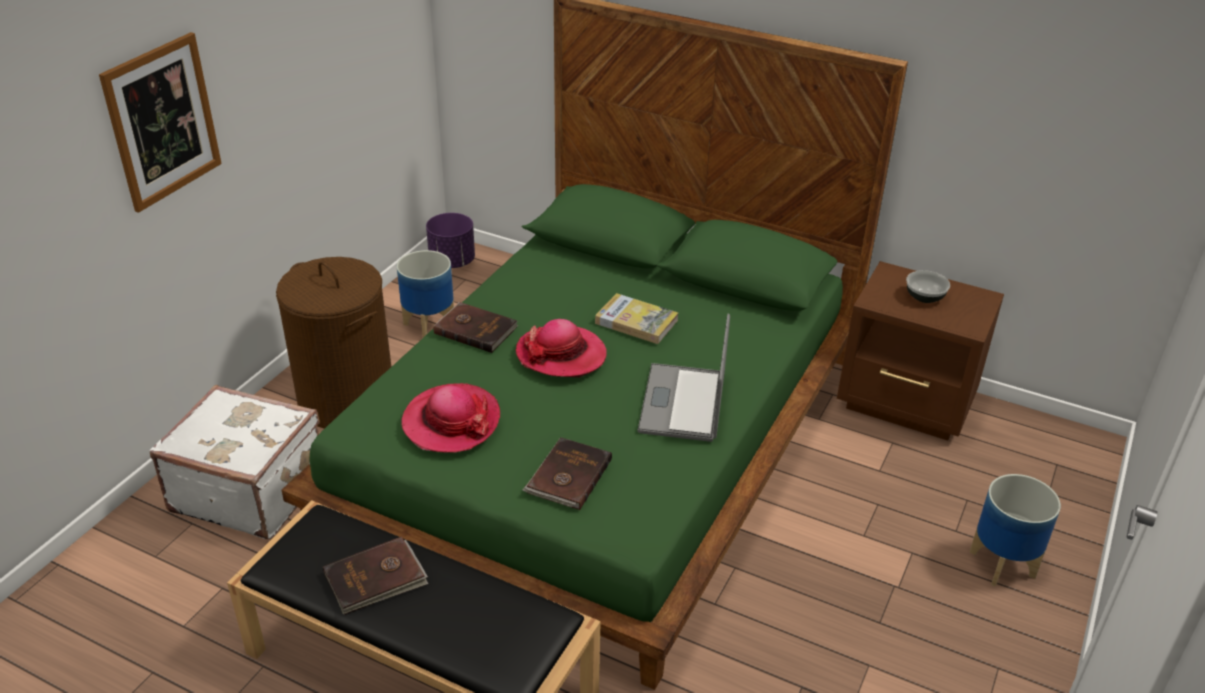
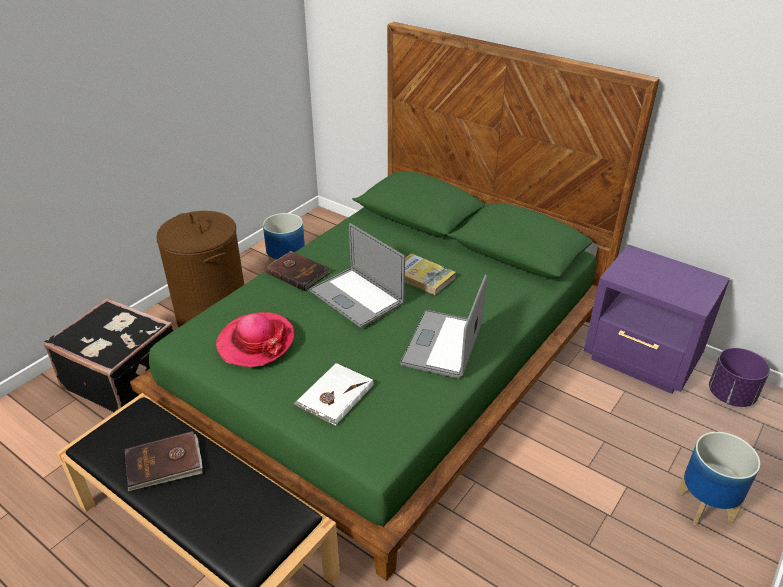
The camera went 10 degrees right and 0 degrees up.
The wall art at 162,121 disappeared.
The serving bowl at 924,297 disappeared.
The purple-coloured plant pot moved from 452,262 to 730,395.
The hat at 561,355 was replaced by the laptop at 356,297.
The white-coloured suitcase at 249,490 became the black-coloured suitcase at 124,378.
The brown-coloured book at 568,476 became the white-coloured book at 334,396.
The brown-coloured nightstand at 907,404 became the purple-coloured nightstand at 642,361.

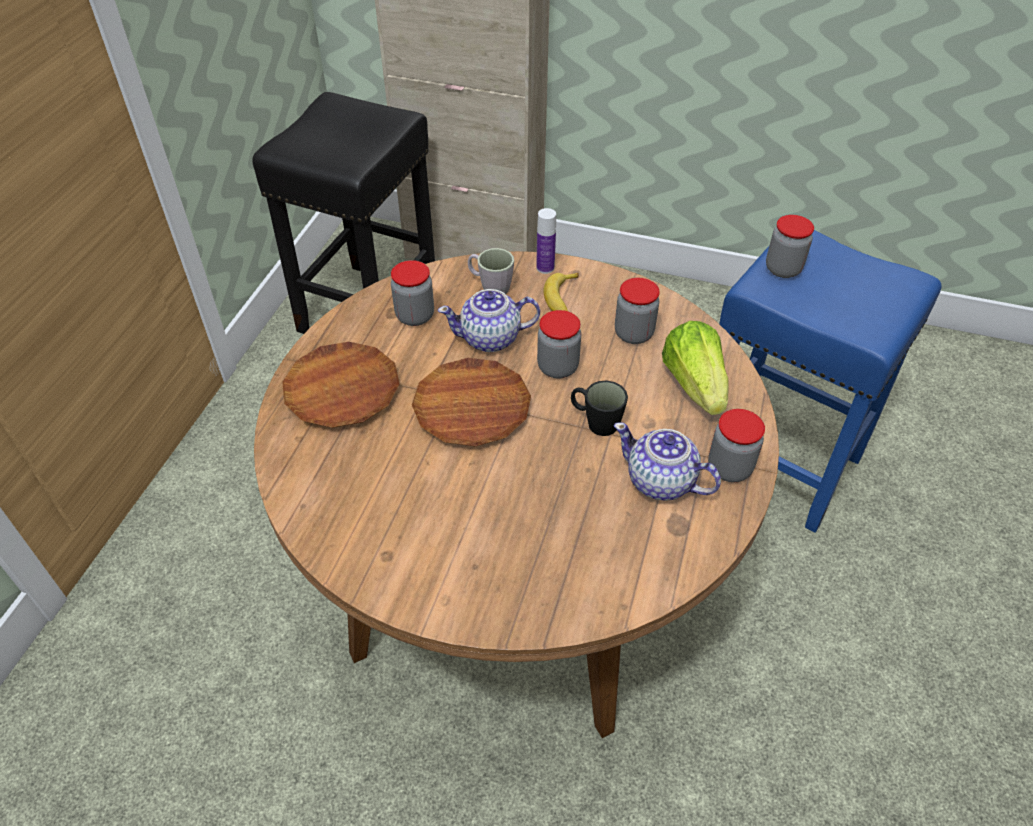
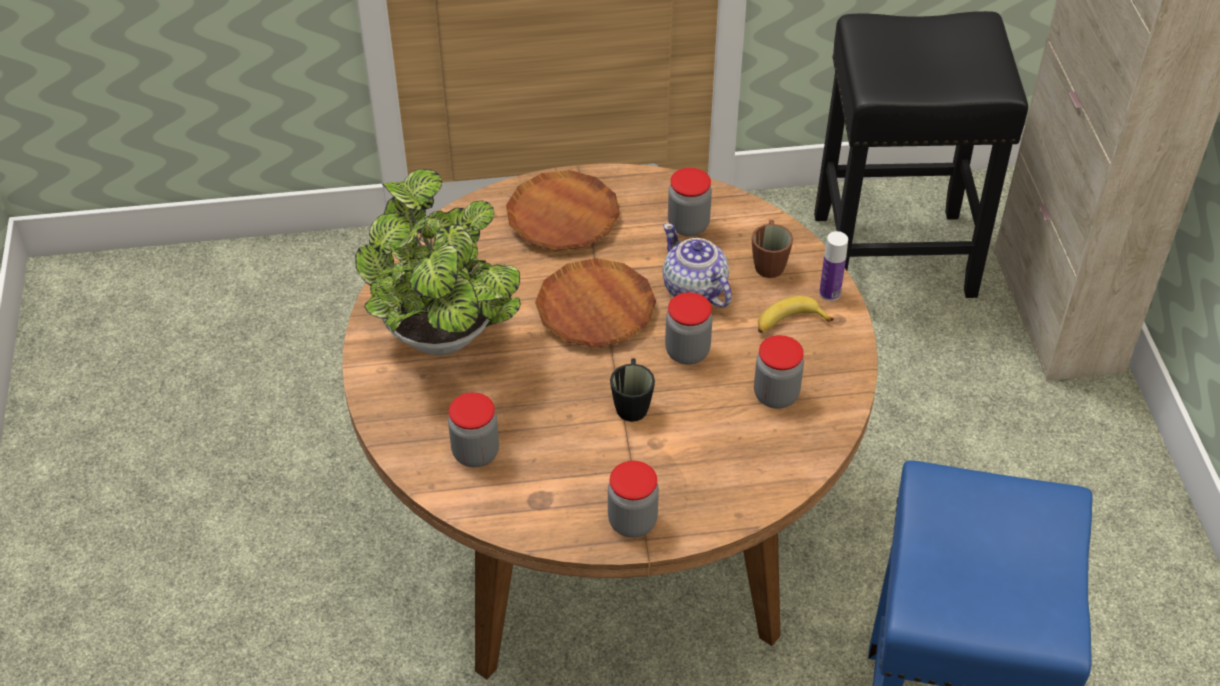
The camera went 65 degrees right and 0 degrees up.
The pot for tea at 661,482 disappeared.
The head of lettuce at 695,385 disappeared.
The plant in a pot at 444,340 appeared.
The storage jar moved from 783,269 to 475,453.
The grey mug at 490,286 became the brown-coloured mug at 769,262.

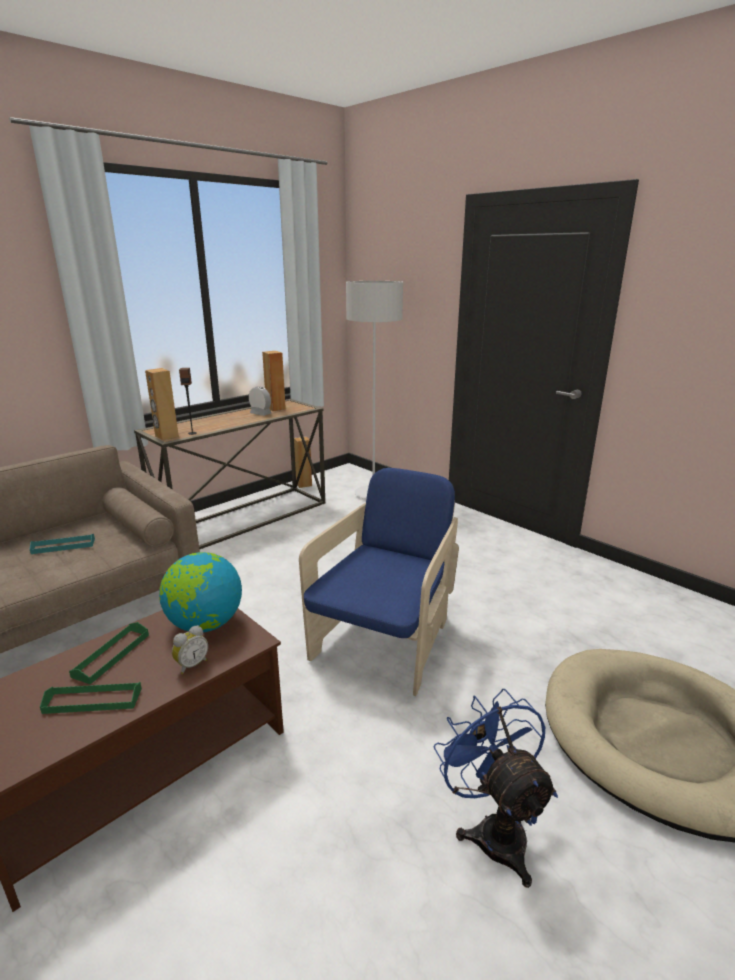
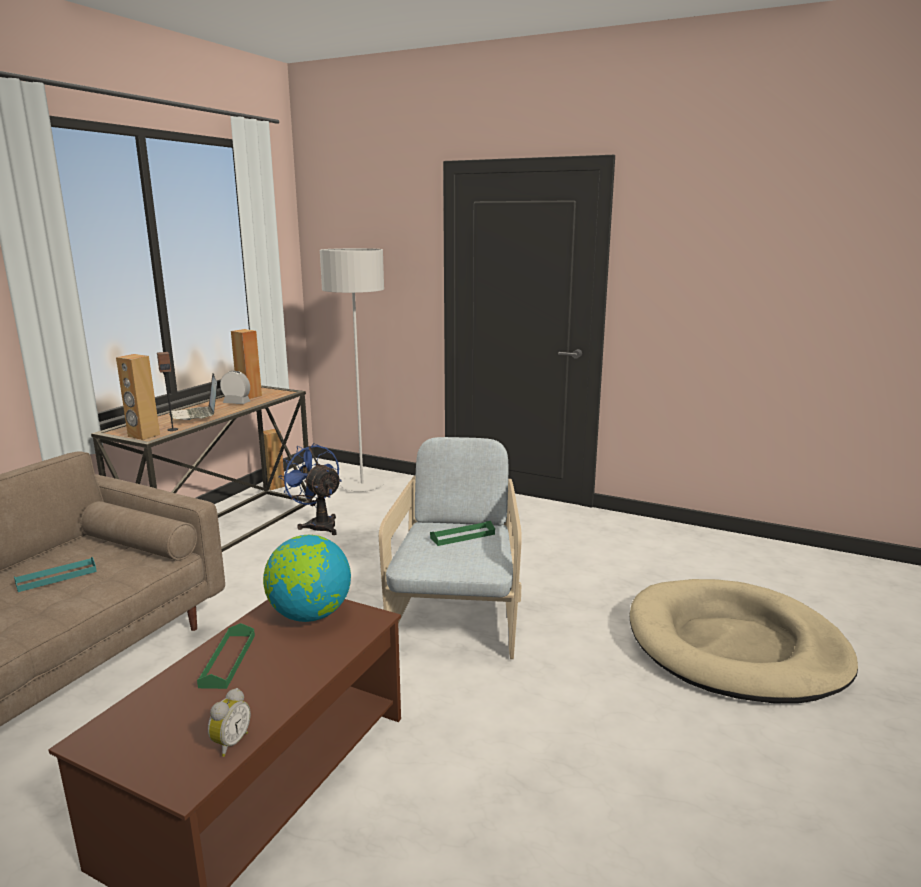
The camera went 20 degrees left and 5 degrees down.
The laptop at 196,415 appeared.
The green-coloured tray moved from 93,701 to 462,536.
The alarm clock moved from 191,665 to 230,743.
The blue fan moved from 493,830 to 318,524.
The blue easy chair at 385,642 became the sand-coloured easy chair at 456,620.

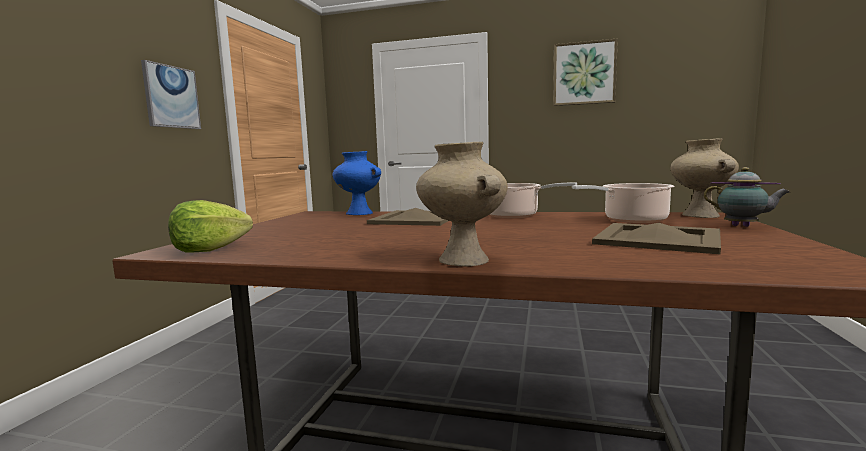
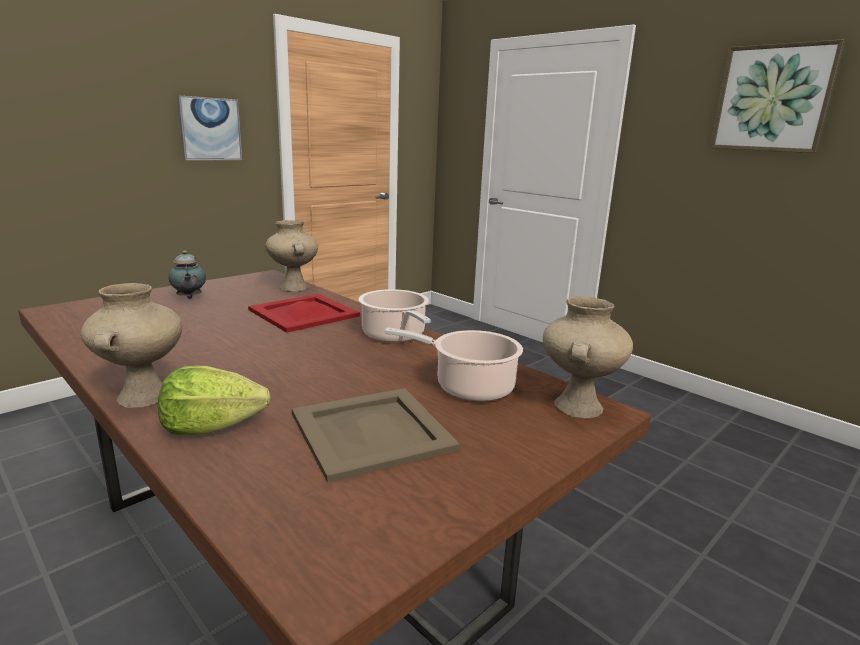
The camera went 30 degrees right and 10 degrees up.
The head of lettuce moved from 210,249 to 212,427.
The pot for tea moved from 743,226 to 189,298.
The blue decorative vase at 358,213 became the sand-coloured decorative vase at 293,287.
The sand-coloured tray at 415,219 became the red-coloured tray at 304,312.

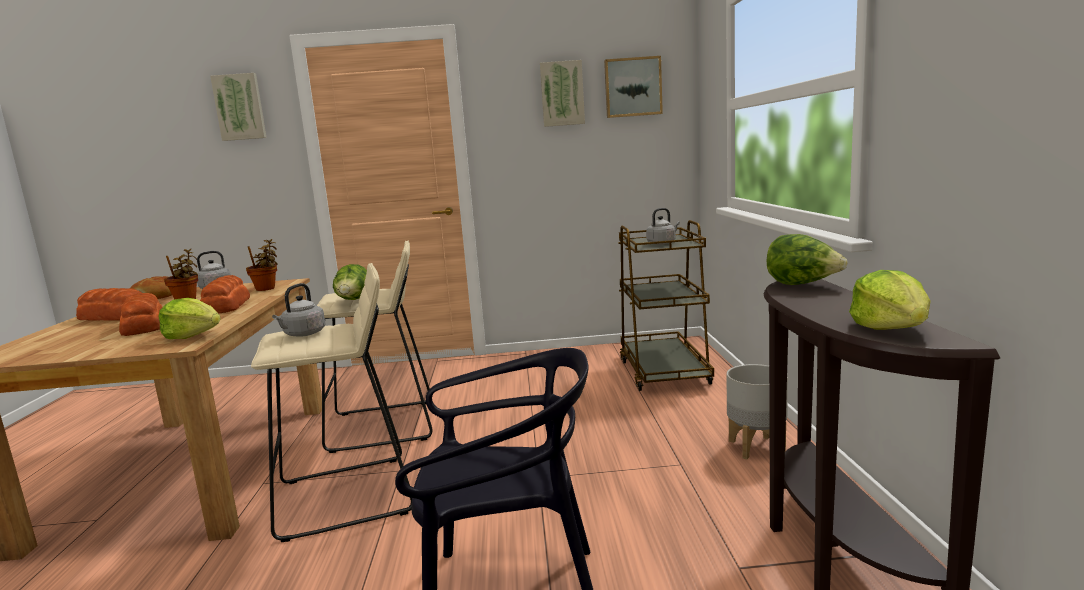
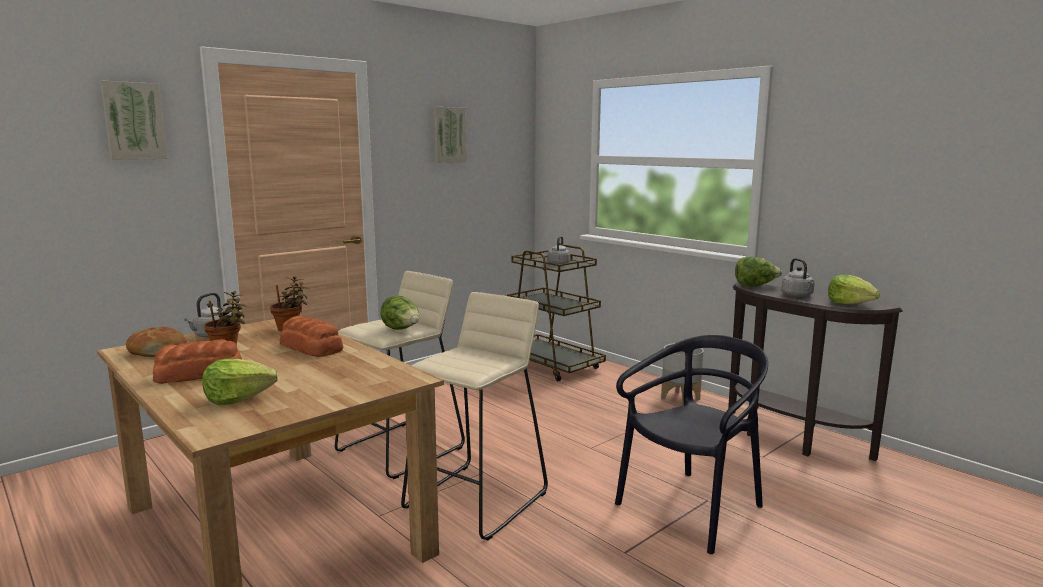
The camera went 40 degrees left and 0 degrees up.
The bakery bread at 145,326 disappeared.
The wall art at 632,87 disappeared.
The head of lettuce moved from 193,336 to 238,398.
The grey kettle moved from 303,334 to 798,295.

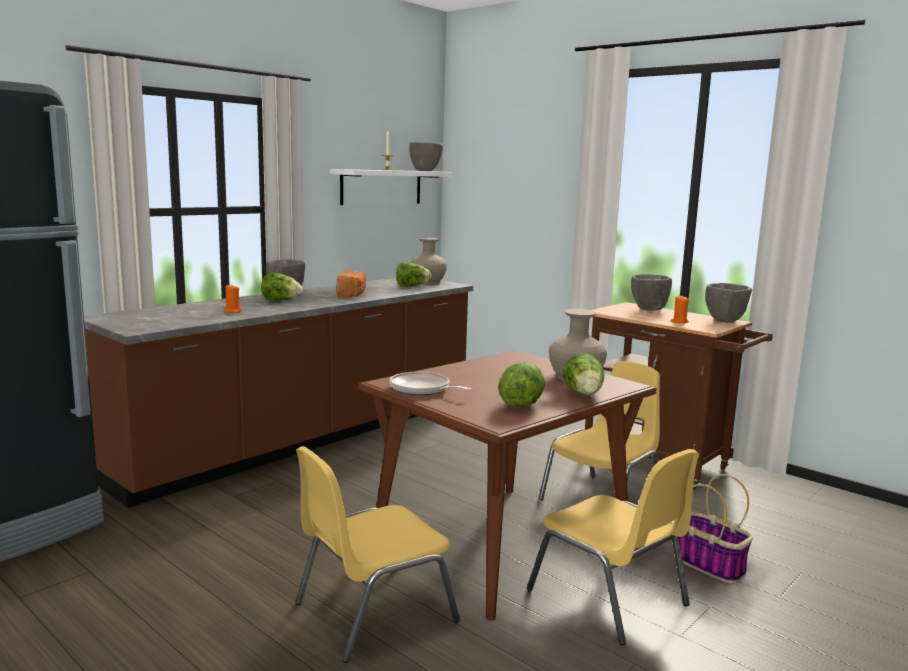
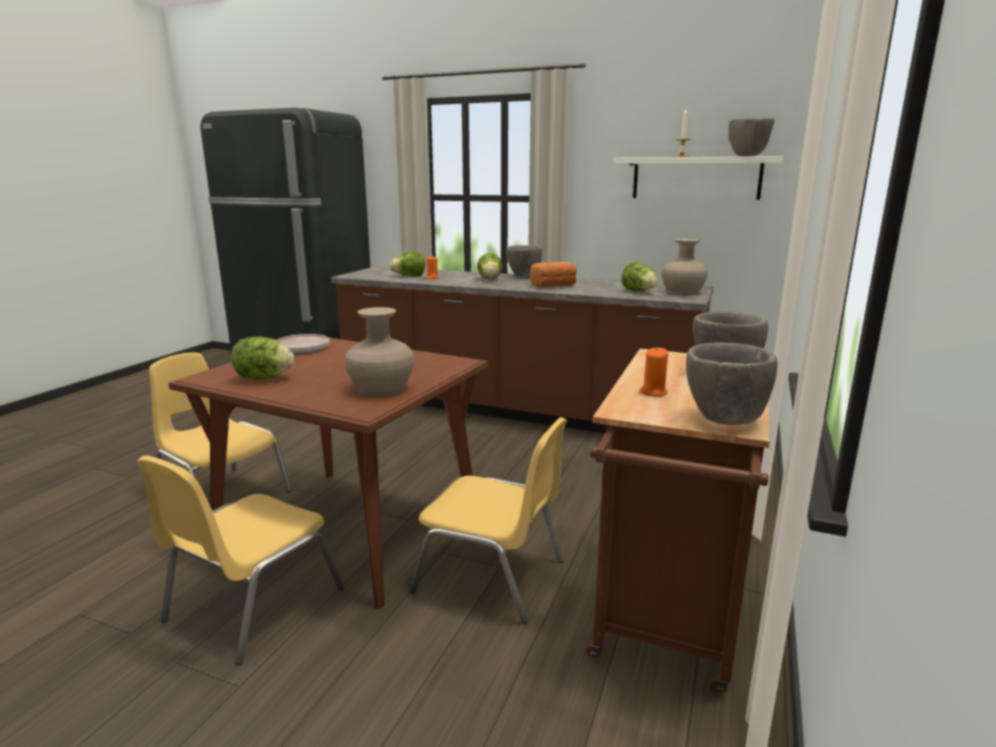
The camera went 70 degrees right and 5 degrees up.
The storage basket at 711,565 disappeared.
The head of lettuce moved from 584,395 to 409,276.

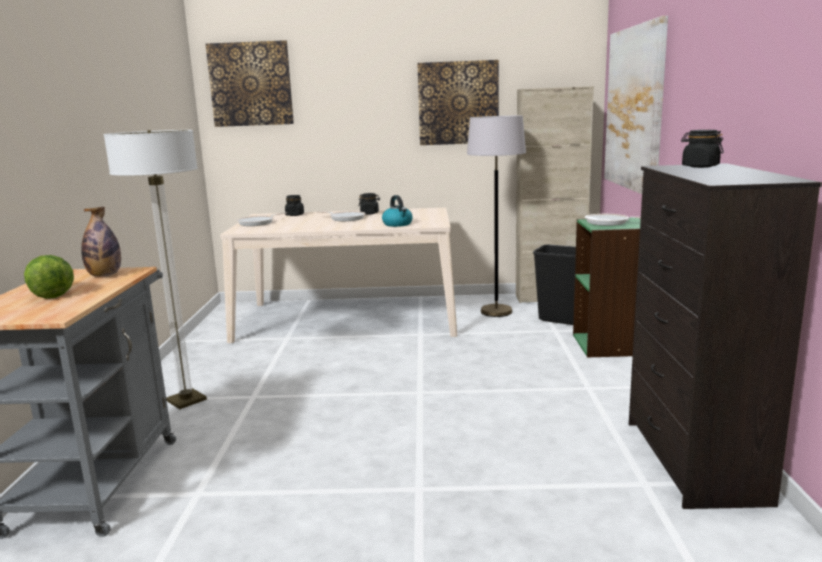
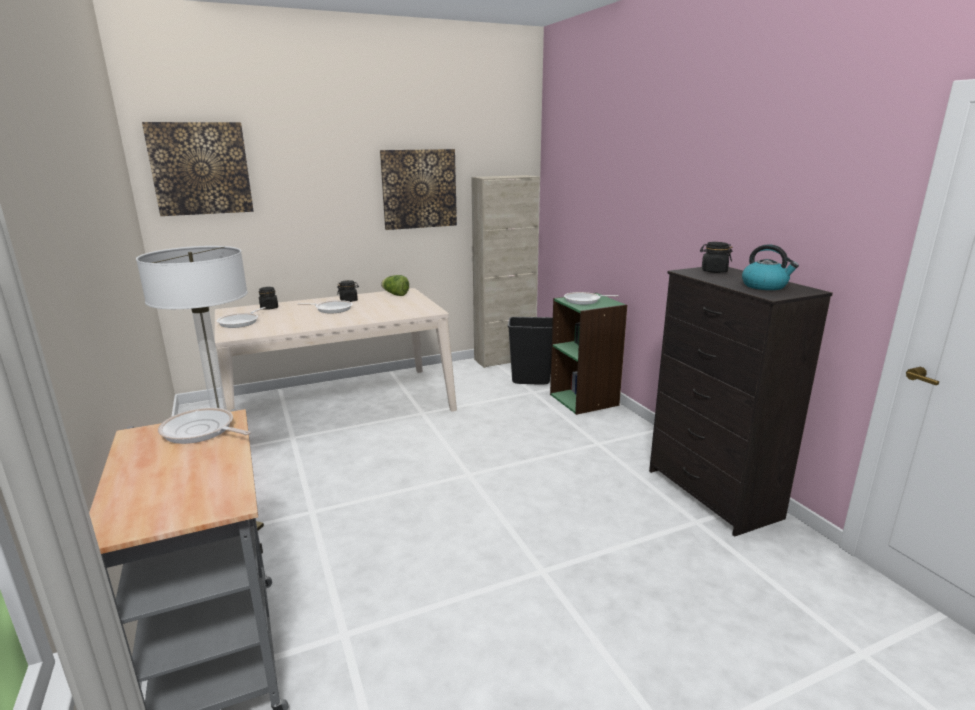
The camera went 25 degrees left and 5 degrees up.
The grey standard lamp at 496,312 disappeared.
The wall art at 634,109 disappeared.
The head of lettuce moved from 50,294 to 395,294.
The kettle moved from 398,224 to 765,286.
The beverage bottle at 105,275 was replaced by the frying pan at 201,431.

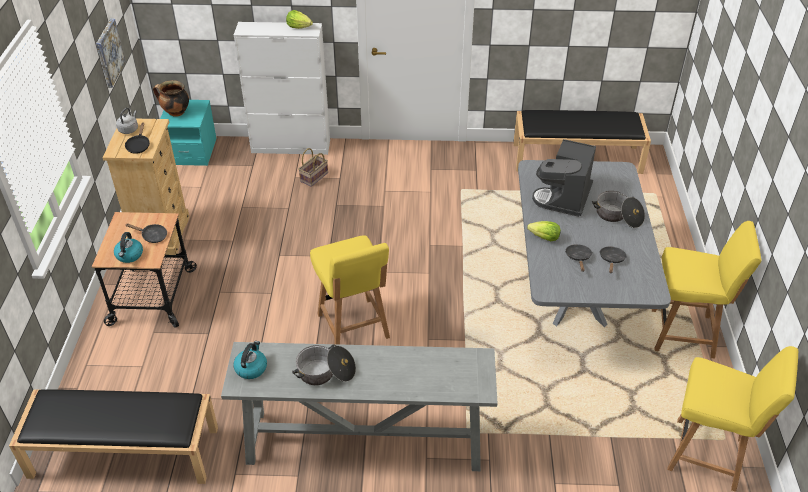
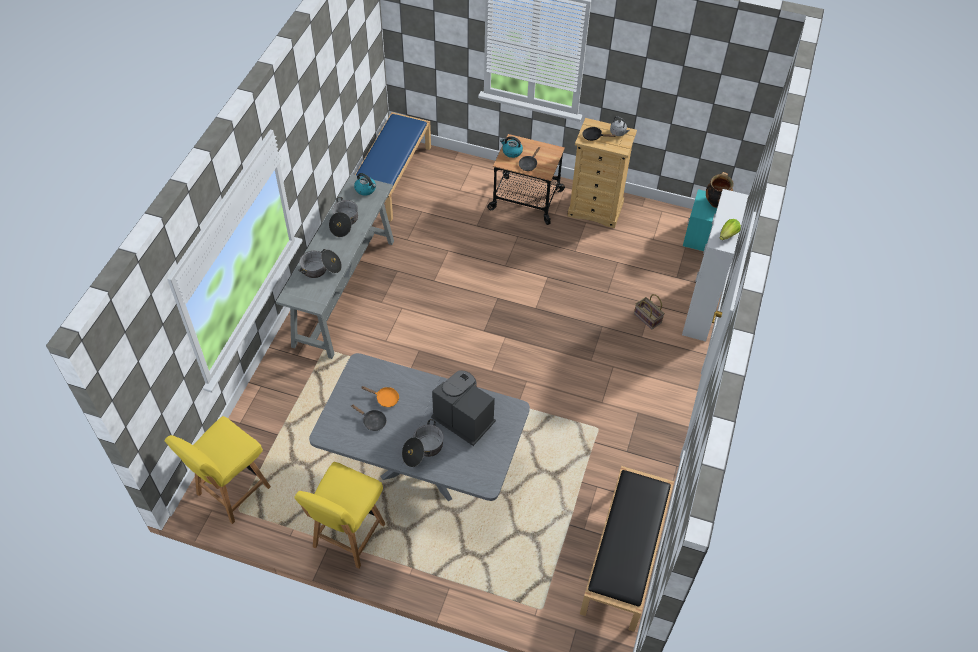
The camera went 105 degrees right and 10 degrees up.
The wall art at 109,53 disappeared.
The yellow-coloured plain chair at 353,327 disappeared.
The head of lettuce at 544,238 disappeared.
The stockpot at 321,269 appeared.
The black-coloured long seat at 123,453 became the blue long seat at 392,177.
The black-coloured frying pan at 578,258 became the orangey frying pan at 385,398.

